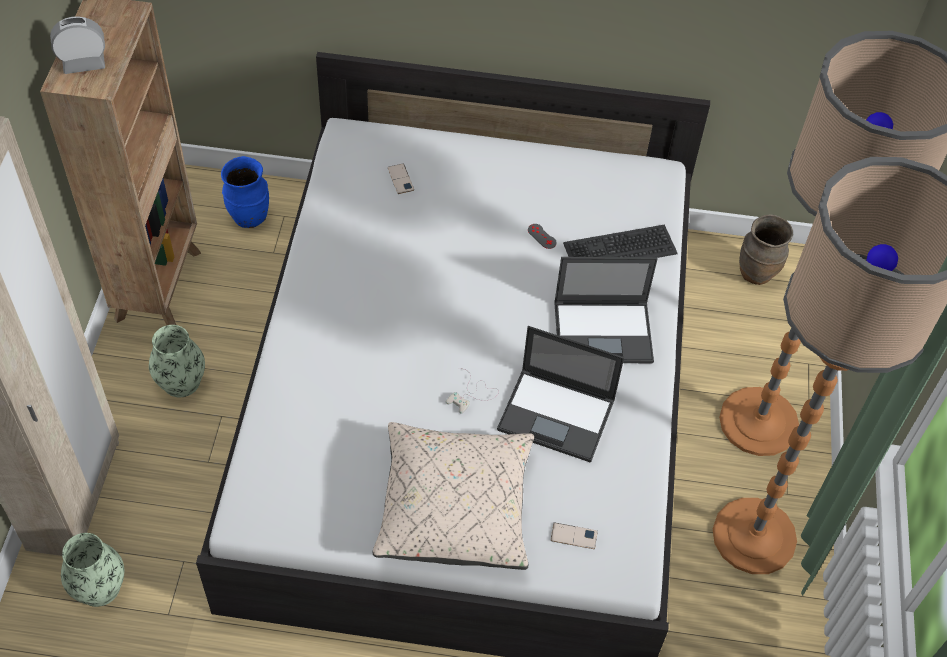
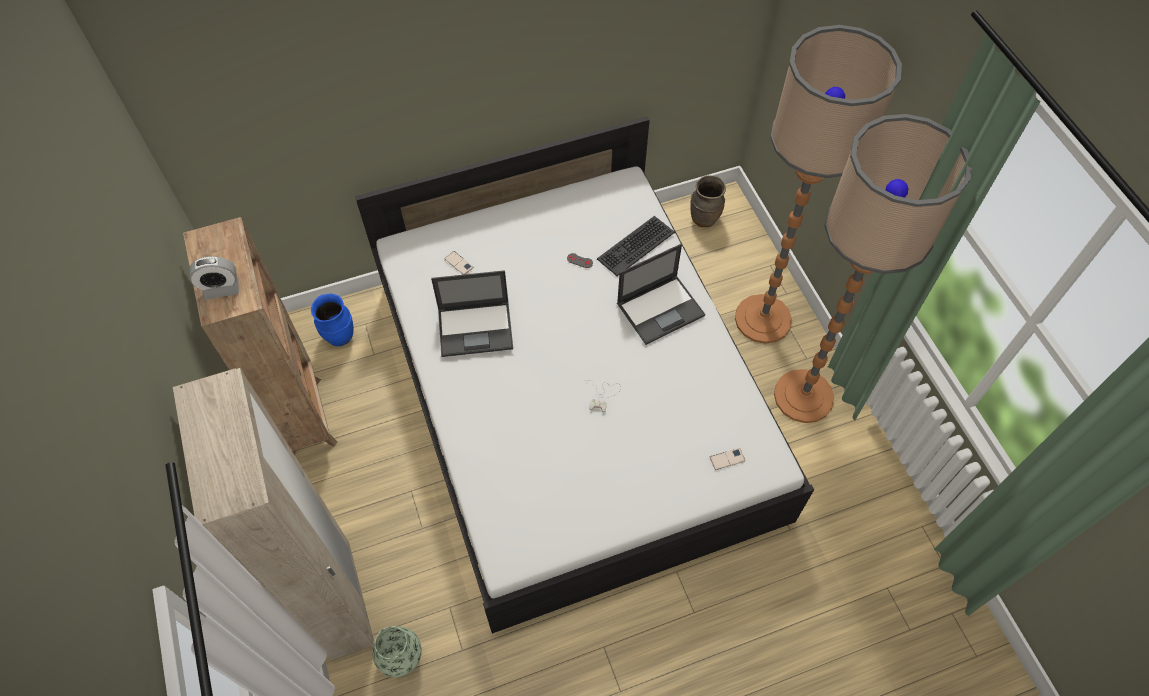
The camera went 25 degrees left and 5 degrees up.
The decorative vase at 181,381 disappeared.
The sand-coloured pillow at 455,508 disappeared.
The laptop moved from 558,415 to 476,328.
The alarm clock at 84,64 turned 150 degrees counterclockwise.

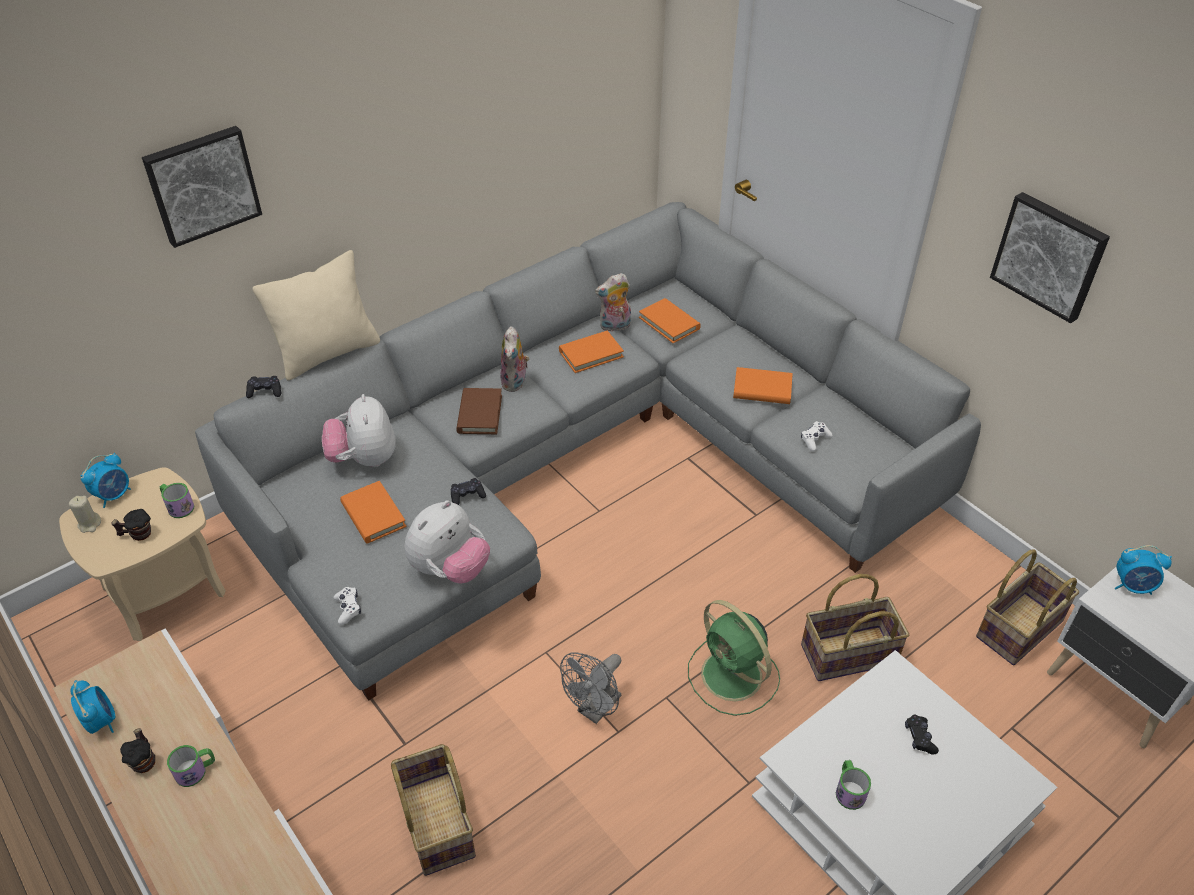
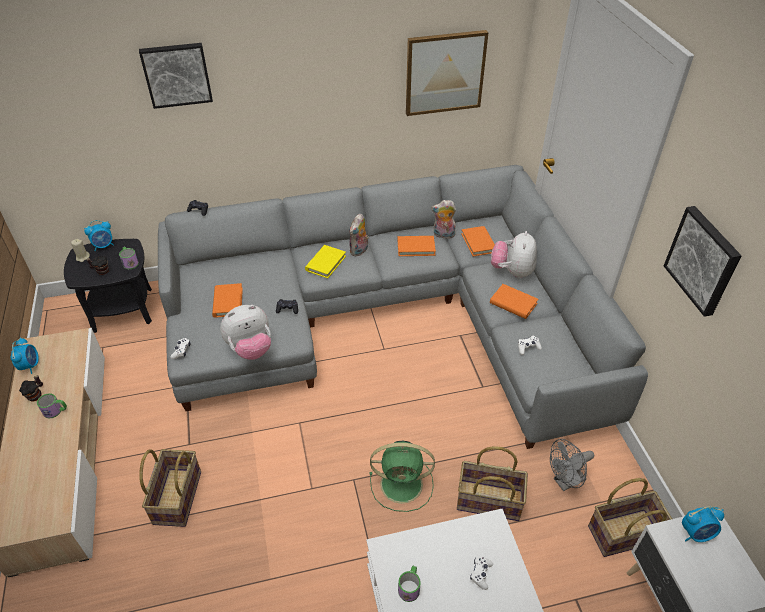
The camera went 25 degrees right and 0 degrees up.
The sand-coloured pillow at 328,353 disappeared.
The wall art at 444,72 appeared.
The cuddly toy moved from 364,459 to 512,271.
The grey fan moved from 595,709 to 565,482.
The sand-coloured accent table at 165,590 became the black-coloured accent table at 123,310.
The brown-coloured book at 479,414 became the yellow-coloured book at 325,263.
The black-coloured joypad at 919,738 became the white-coloured joypad at 481,574.
The green-coloured fan at 733,677 turned 75 degrees counterclockwise.
The alarm clock at 1133,586 turned 45 degrees counterclockwise.

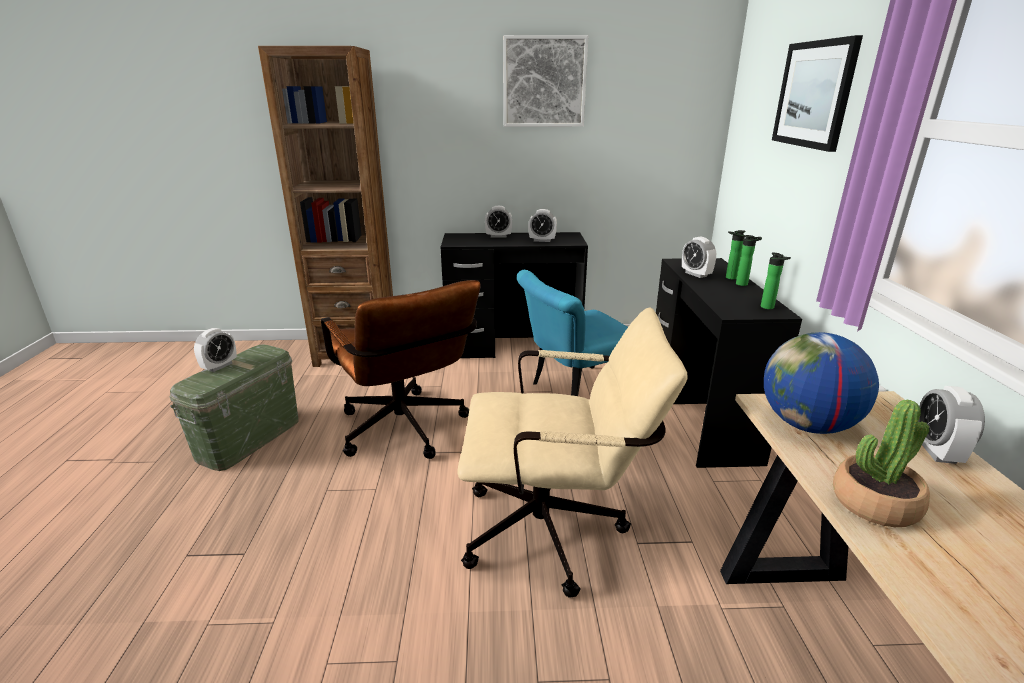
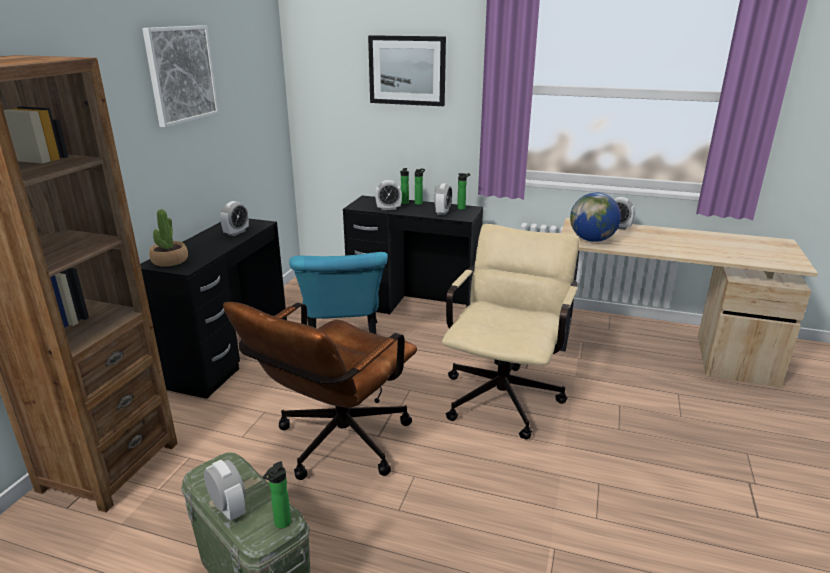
The camera went 70 degrees left and 0 degrees up.
The beverage bottle at 281,524 appeared.
The alarm clock moved from 498,236 to 443,212.
The plant in a pot moved from 874,503 to 170,261.
The brown-coloured computer chair at 407,432 turned 135 degrees clockwise.

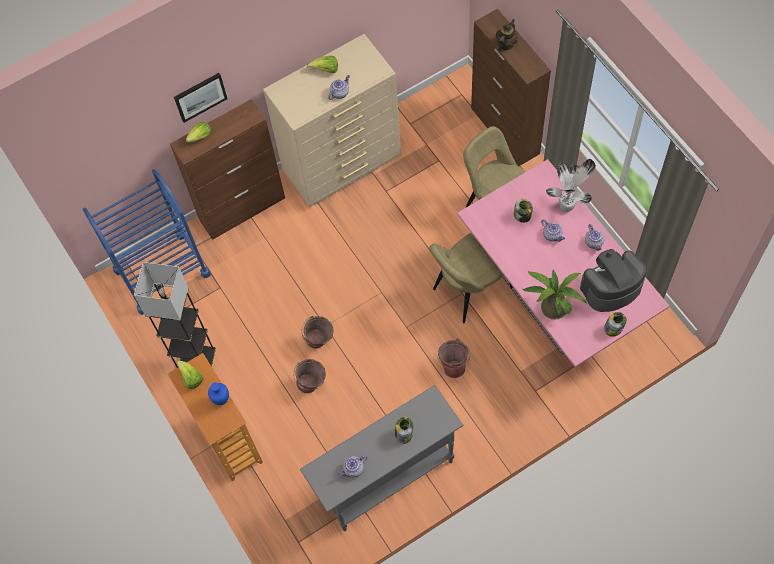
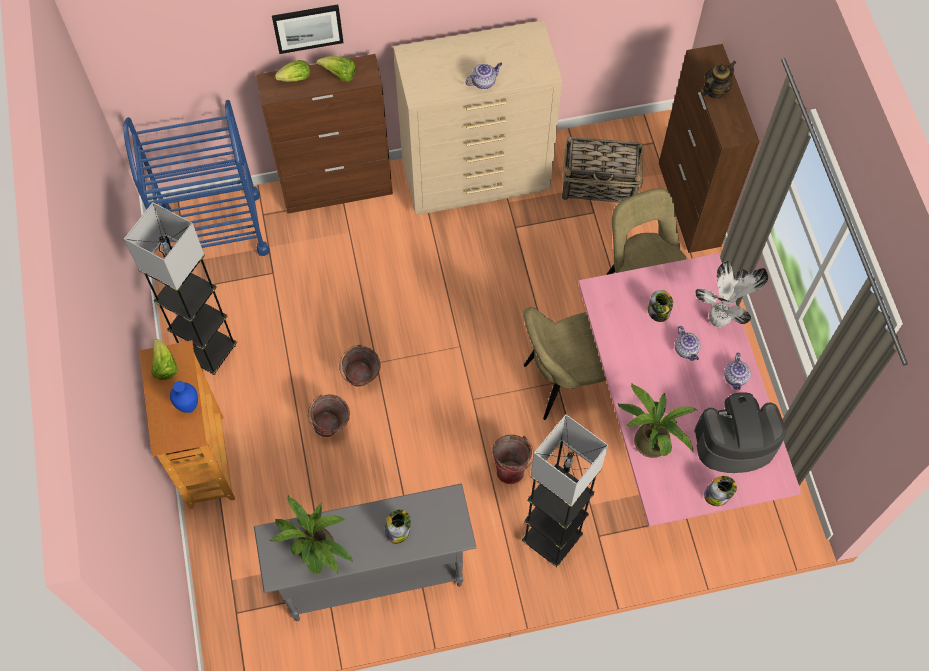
The camera went 15 degrees right and 0 degrees up.
The black-coloured standard lamp at 551,539 appeared.
The storage basket at 600,184 appeared.
The head of lettuce moved from 326,70 to 339,75.
The pot for tea at 353,469 was replaced by the plant in a pot at 317,552.

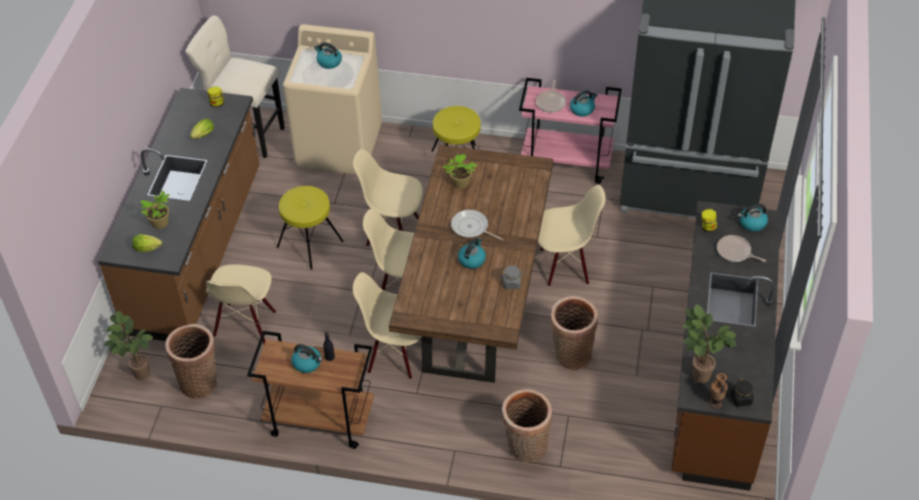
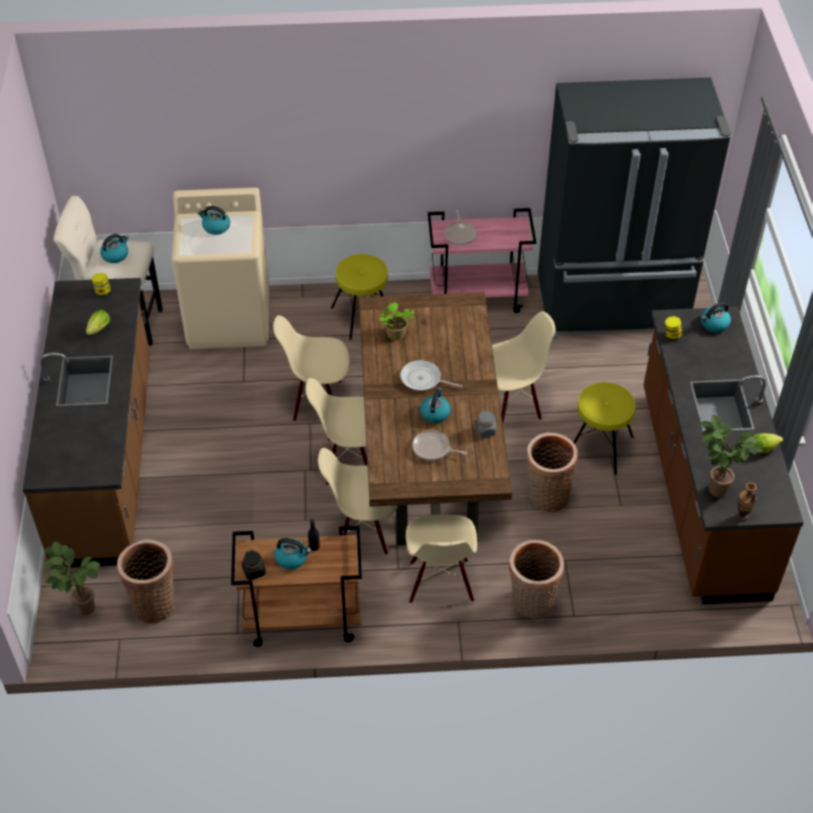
The camera went 15 degrees left and 0 degrees up.
The plant in a pot at 161,224 disappeared.
The head of lettuce moved from 149,248 to 764,448.
The sand-coloured plain chair moved from 245,325 to 440,582.
The yellow-coloured stool moved from 310,244 to 599,446.
The kettle moved from 582,109 to 115,255.
The frying pan moved from 735,252 to 433,449.
The black-coloured storage jar moved from 741,399 to 254,571.

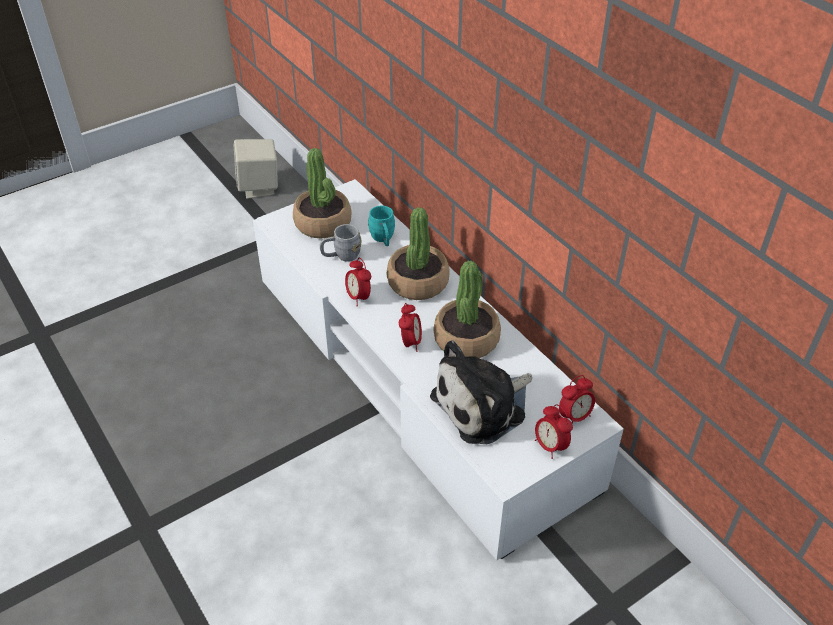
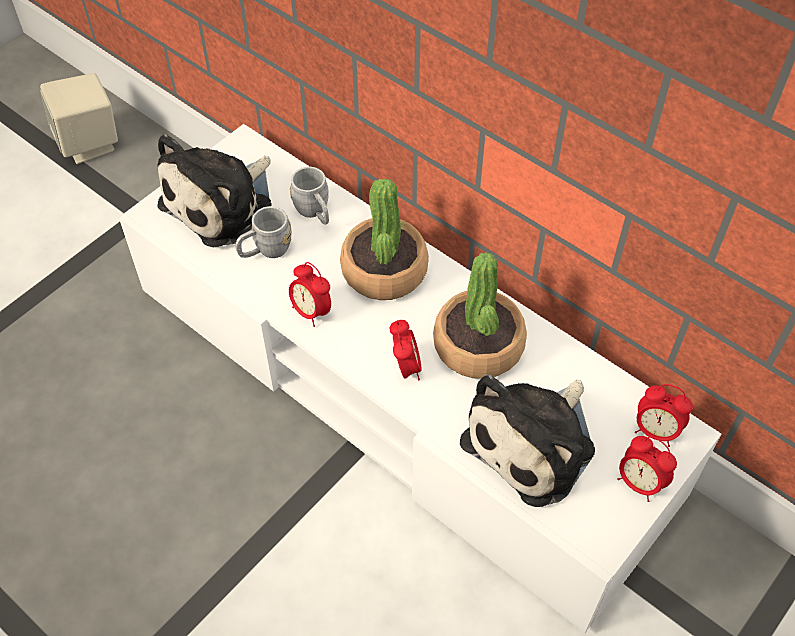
The camera went 15 degrees left and 10 degrees up.
The plant in a pot at 323,223 was replaced by the cuddly toy at 222,203.
The turquoise-coloured mug at 383,239 became the grey mug at 315,213.
The alarm clock at 574,416 turned 75 degrees clockwise.

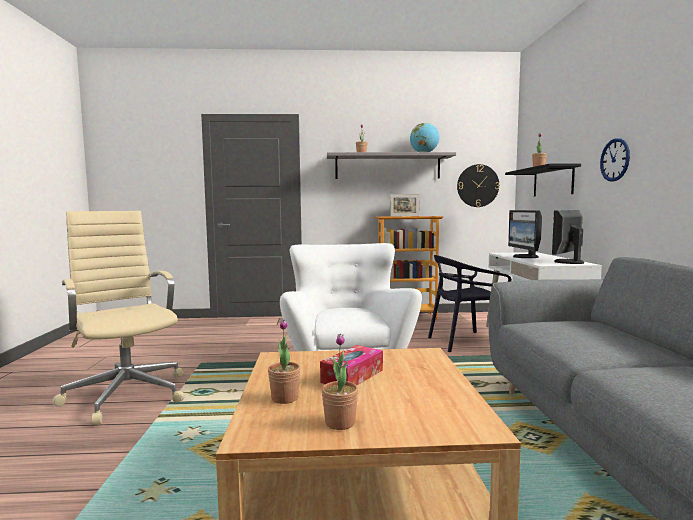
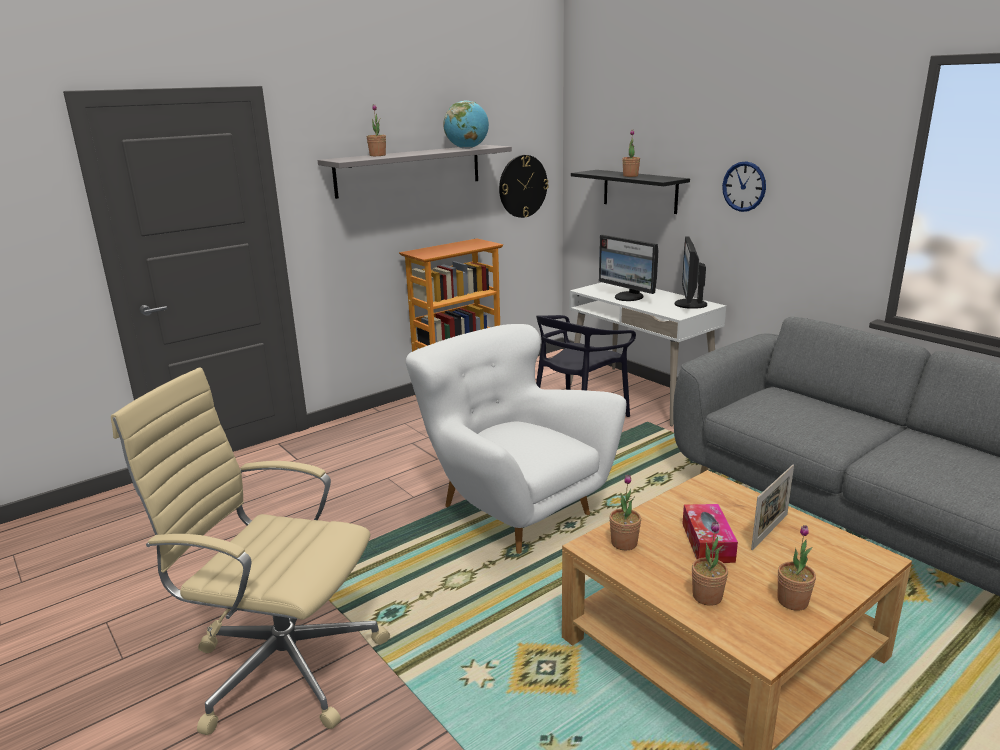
The camera went 35 degrees left and 15 degrees up.
The plant in a pot at 624,543 appeared.
The standing frame moved from 404,216 to 769,531.

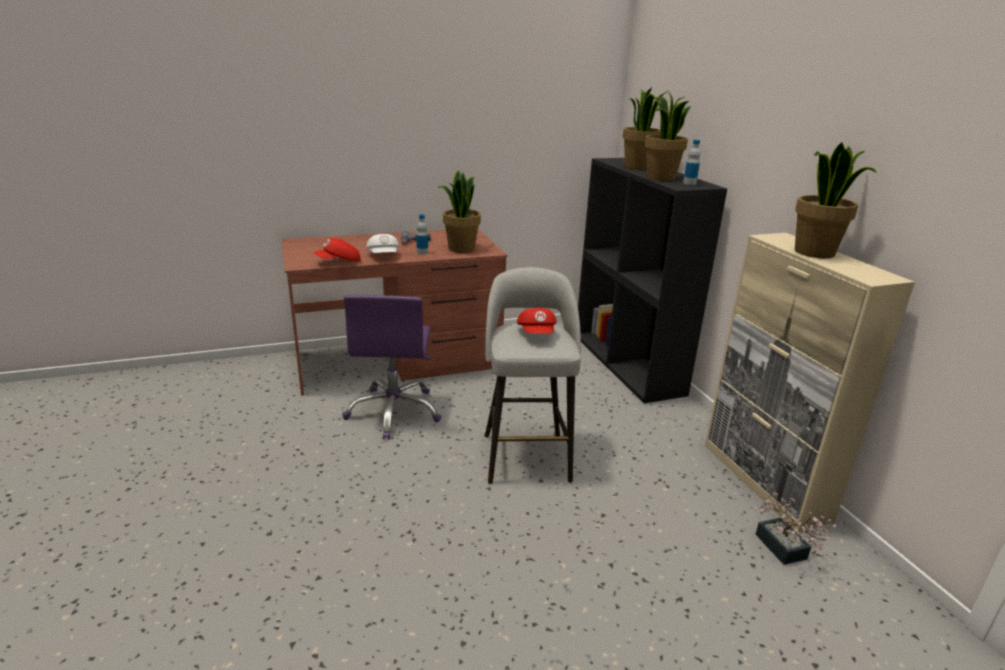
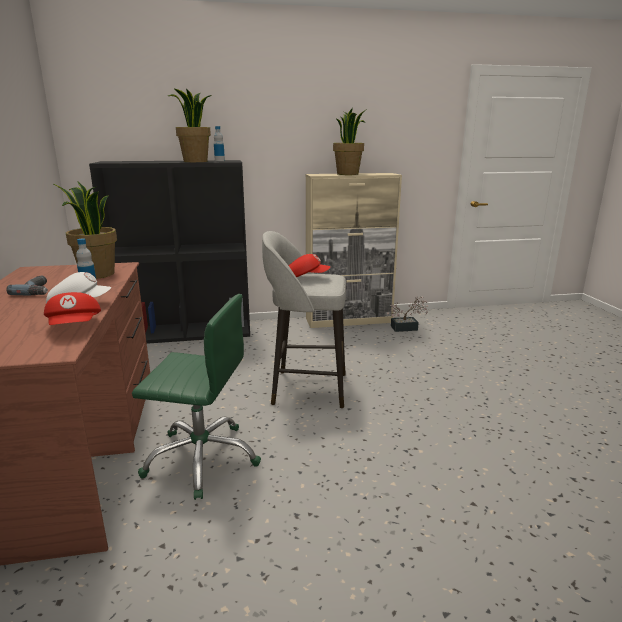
The camera went 80 degrees left and 5 degrees down.
The plant in a pot at 638,167 disappeared.
The purple-coloured computer chair at 394,411 became the green-coloured computer chair at 202,458.

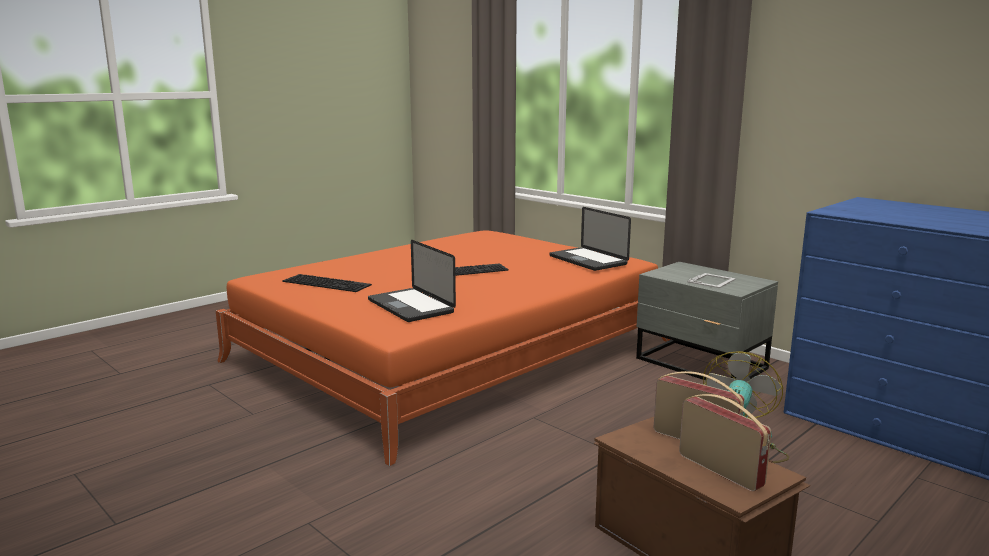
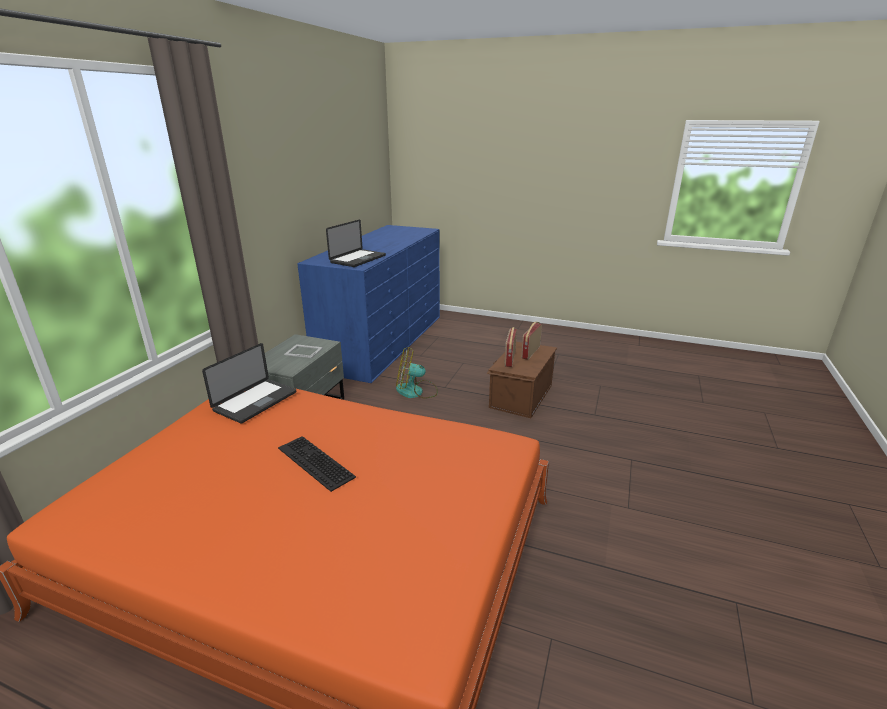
The camera went 115 degrees left and 10 degrees up.
The computer keyboard at 328,283 disappeared.
The laptop moved from 410,306 to 358,259.

